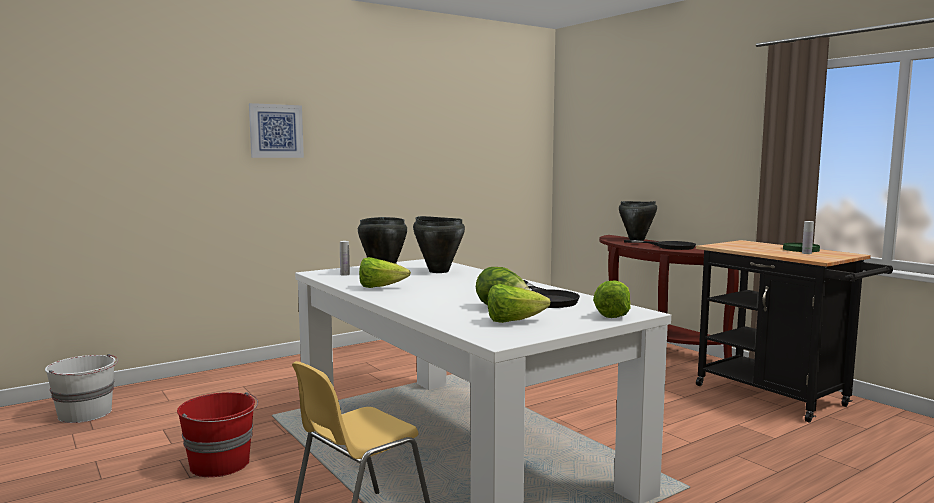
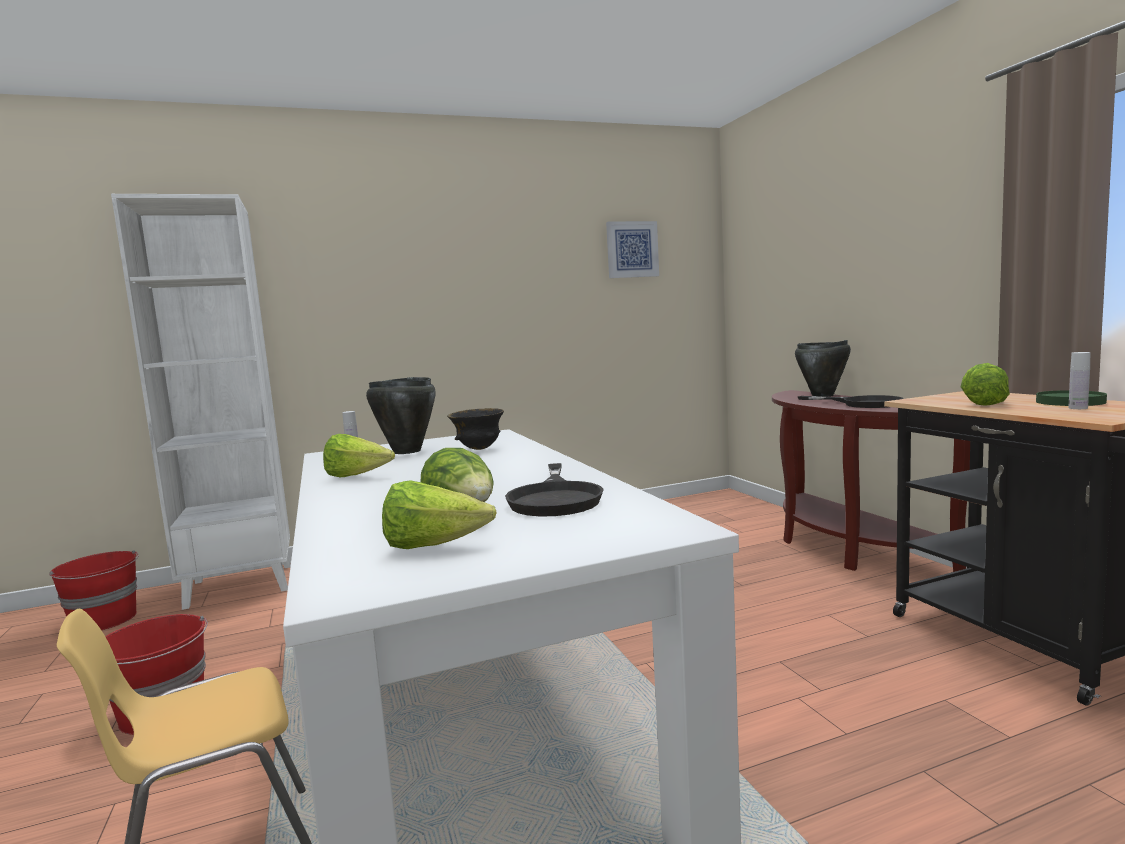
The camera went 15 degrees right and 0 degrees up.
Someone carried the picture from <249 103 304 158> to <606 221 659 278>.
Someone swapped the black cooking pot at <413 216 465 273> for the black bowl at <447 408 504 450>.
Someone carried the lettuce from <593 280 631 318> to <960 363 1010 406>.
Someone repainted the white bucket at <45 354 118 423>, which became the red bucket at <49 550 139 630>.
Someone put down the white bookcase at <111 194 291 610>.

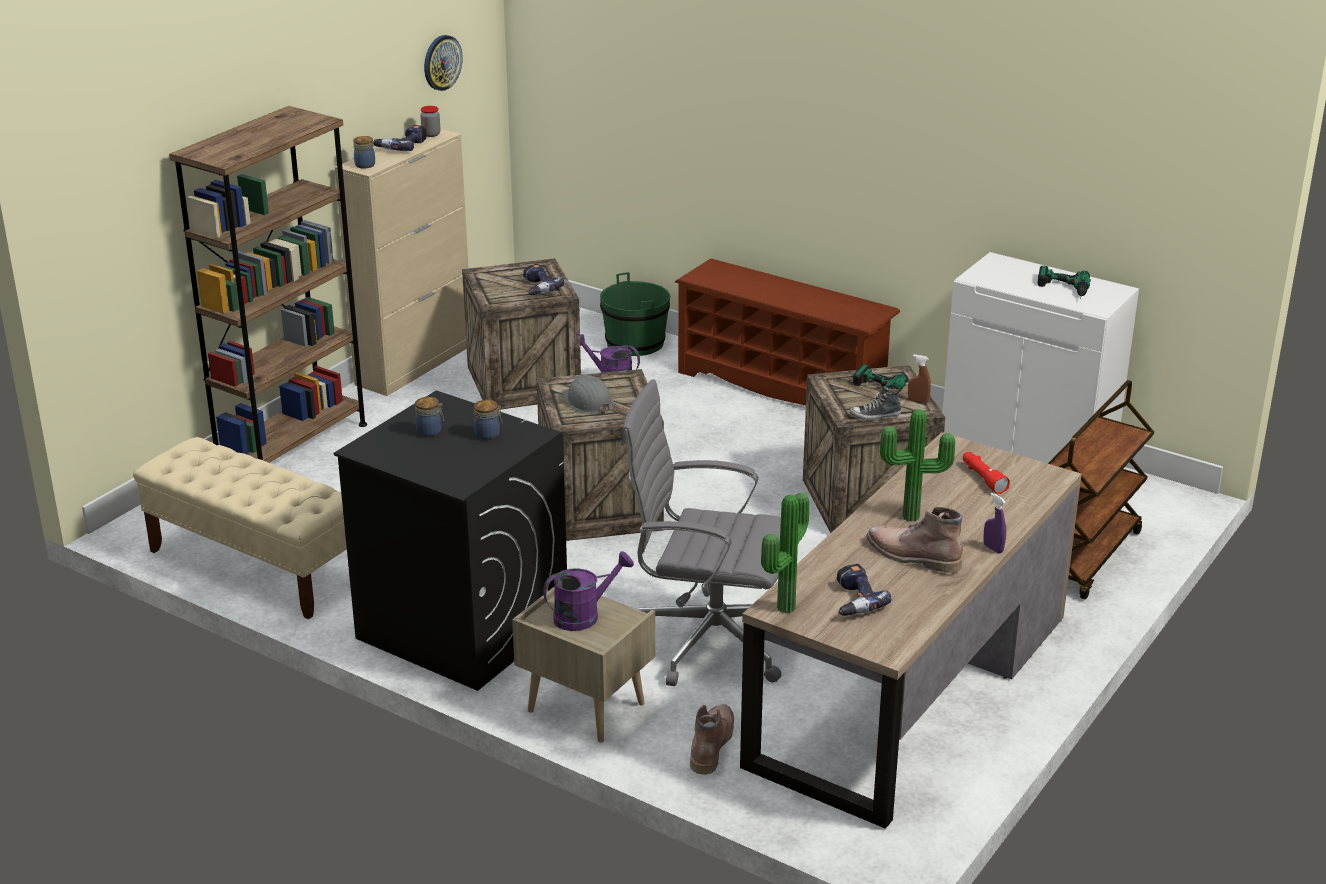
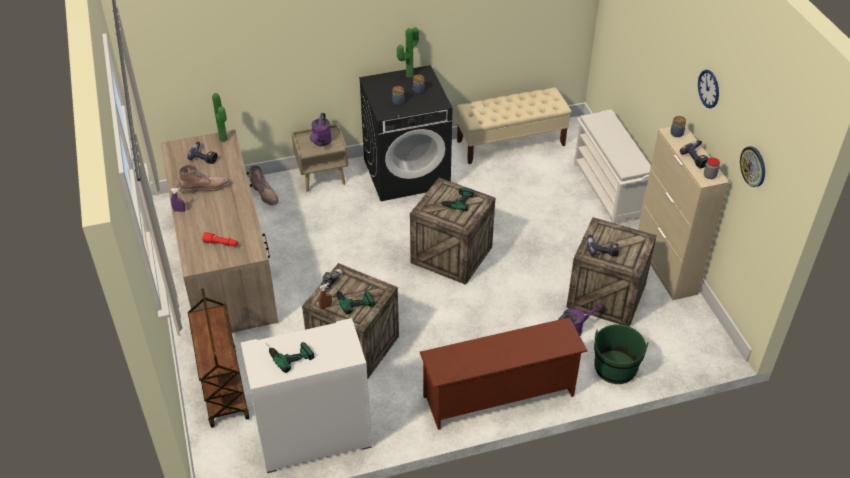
The camera went 130 degrees right and 15 degrees up.
Someone swapped the brown bookcase at <169 106 367 463> for the white shoe rack at <574 109 651 224>.
Someone swapped the grey hard hat at <562 375 613 414> for the power drill at <435 187 474 211>.
Someone took away the grey office chair at <621 379 782 686>.
Someone carried the potted plant from <880 409 955 522> to <397 27 419 77>.
Someone put up the wall clock at <698 70 719 108>.

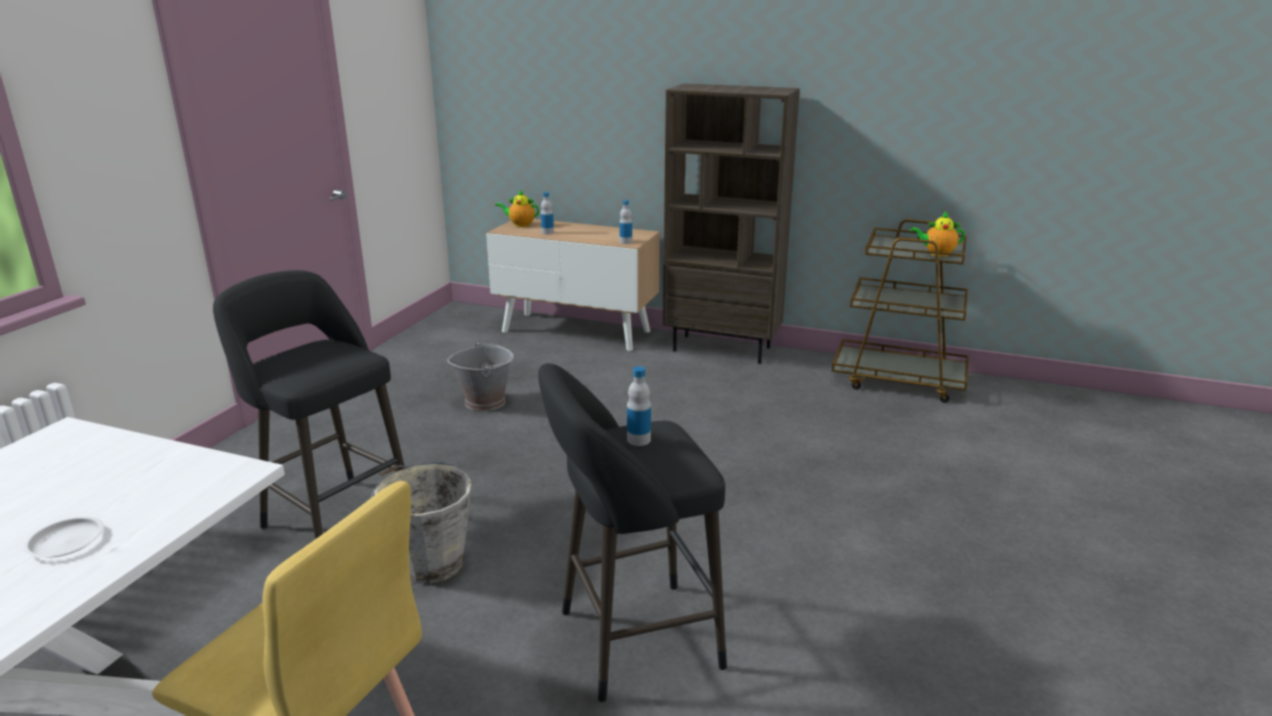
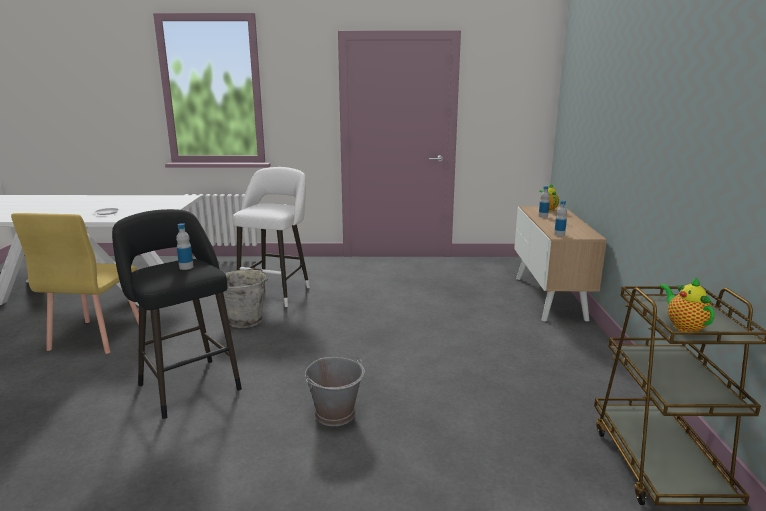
The camera went 70 degrees right and 5 degrees down.
Someone took away the brown bookcase at <663 83 800 364>.
Someone repainted the black stool at <213 270 405 539>, which became the white stool at <233 167 310 307>.
Someone carried the grey bucket from <447 340 514 412> to <305 357 365 426>.

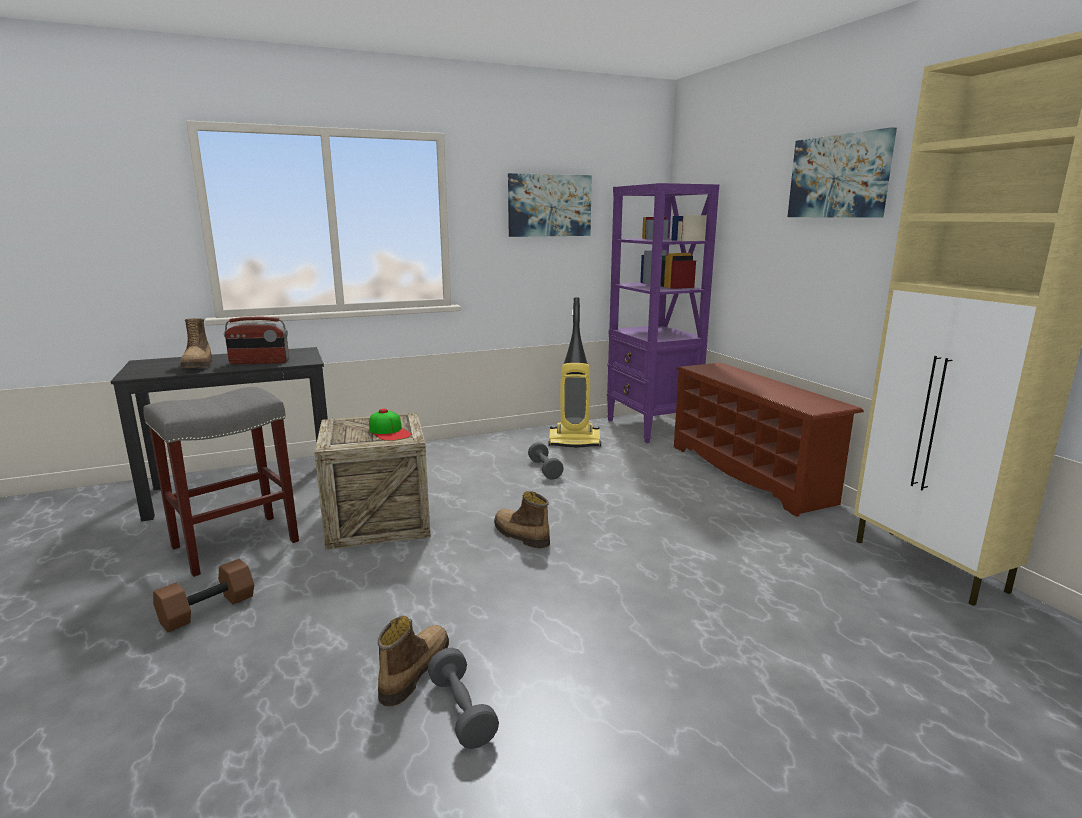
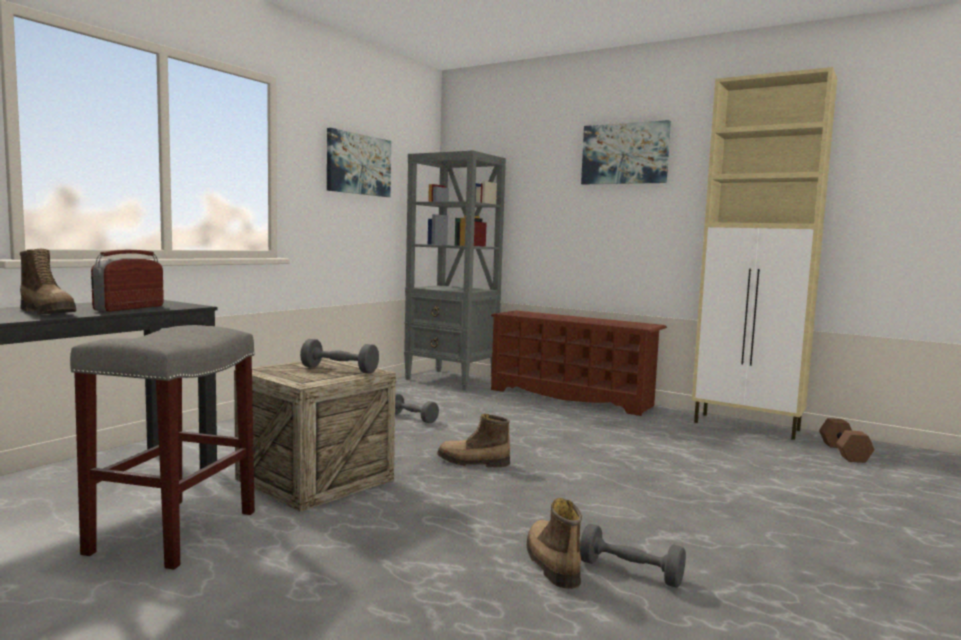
The camera went 35 degrees left and 10 degrees down.
Someone repainted the purple bookcase at <607 183 719 443>, which became the grey bookcase at <404 150 506 390>.
Someone took away the vacuum cleaner at <548 297 601 448>.
Someone rotated the radio at <224 317 289 364> by 150 degrees clockwise.
Someone swapped the cap at <369 409 411 441> for the grey dumbbell at <300 339 379 374>.
Someone carried the brown dumbbell from <153 559 254 632> to <819 418 874 463>.

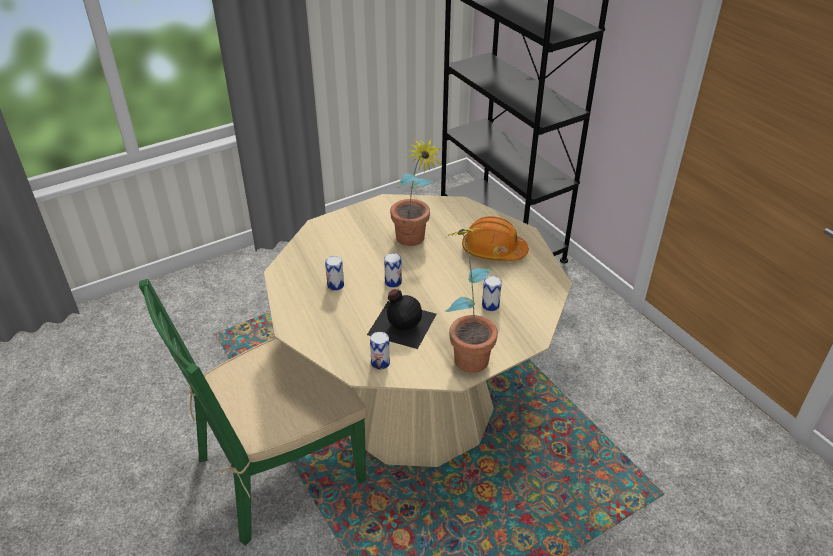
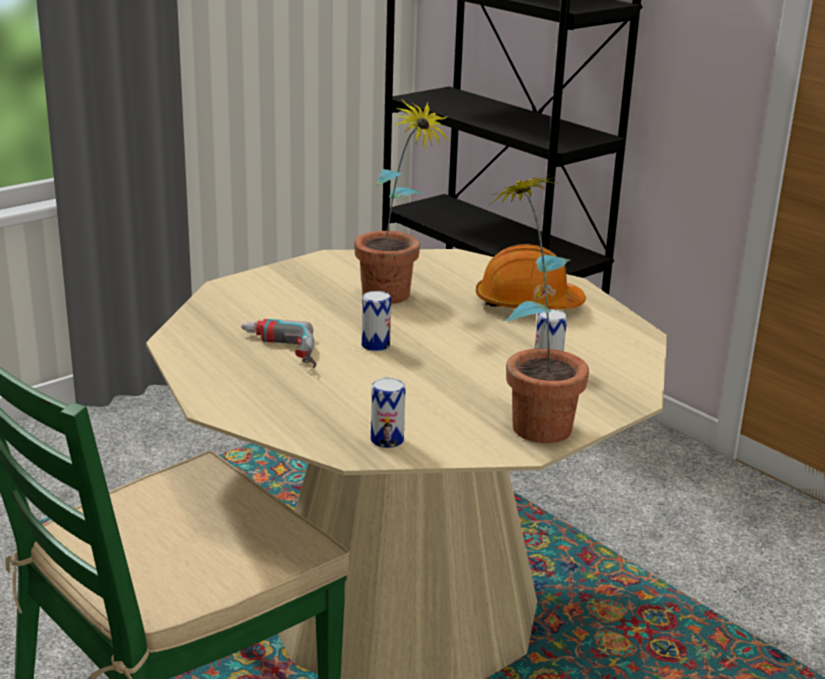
The camera went 10 degrees left and 15 degrees down.
Someone swapped the can at <325 256 344 291> for the power drill at <241 319 316 368>.
Someone took away the black bottle at <367 289 437 349>.

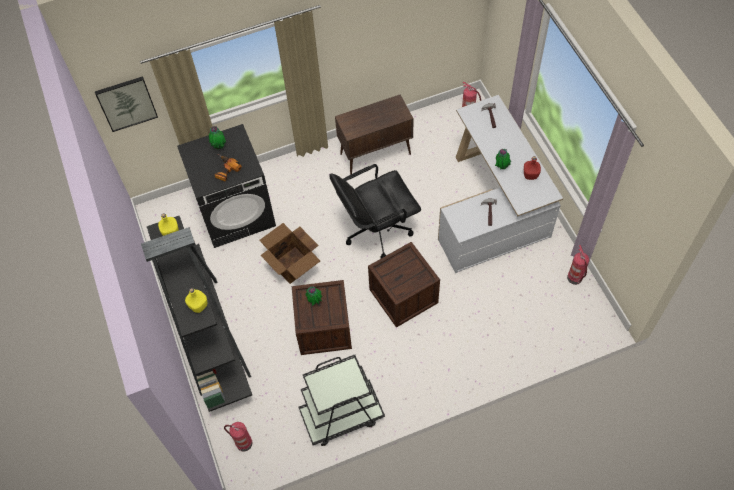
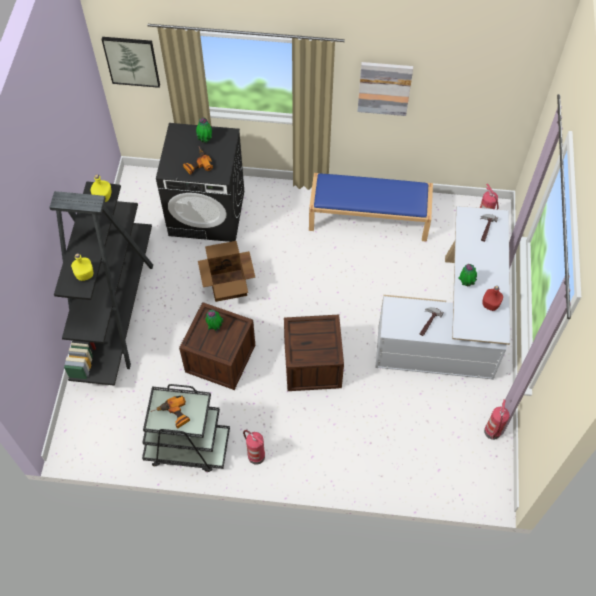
The camera went 25 degrees right and 0 degrees up.
Someone swapped the brown cabinet at <335 95 414 175> for the blue bench at <309 173 433 242>.
Someone took away the black office chair at <329 164 421 258>.
Someone carried the fire extinguisher from <224 422 252 451> to <243 430 265 465>.
Someone put up the picture at <357 62 413 116>.
Someone put down the power drill at <151 395 190 428>.

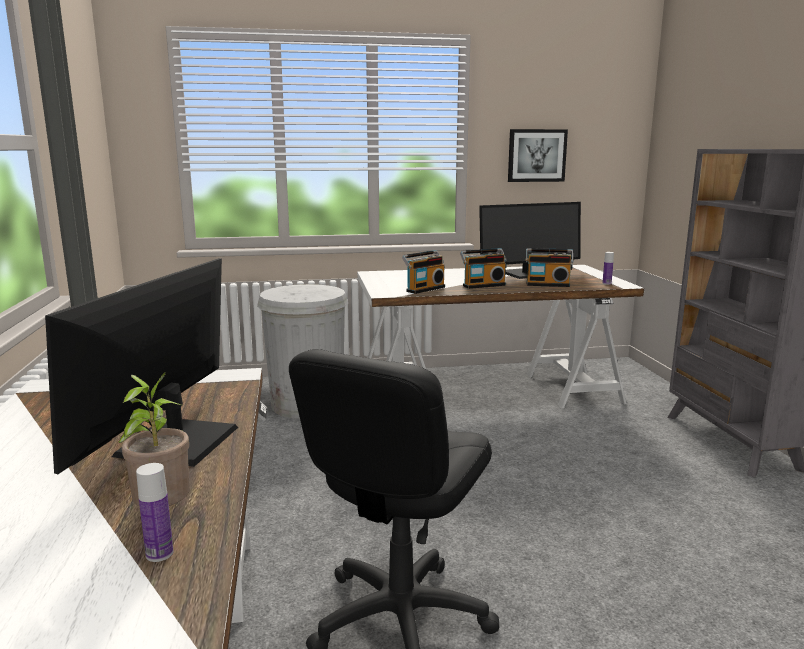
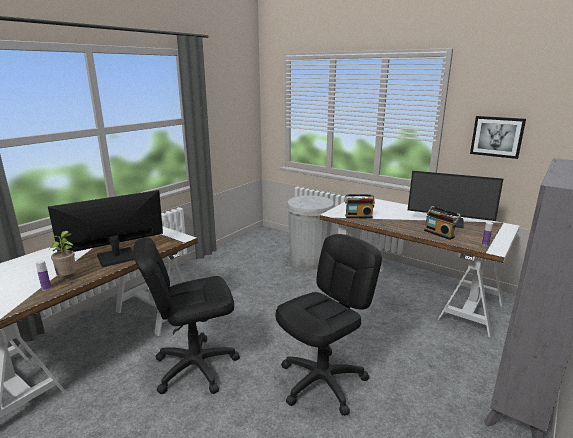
The camera went 45 degrees right and 5 degrees up.
Someone took away the radio at <460 248 507 289>.
Someone put down the black office chair at <275 234 382 416>.

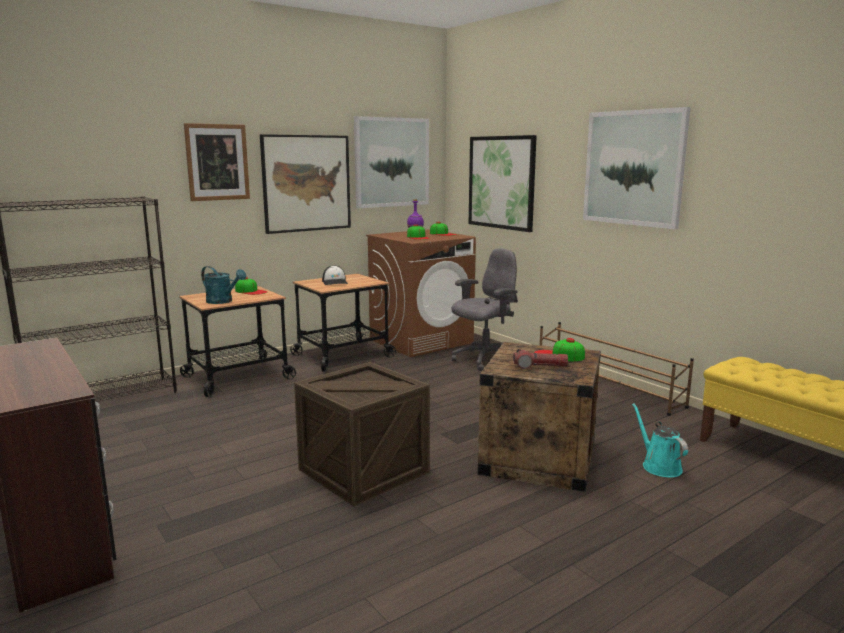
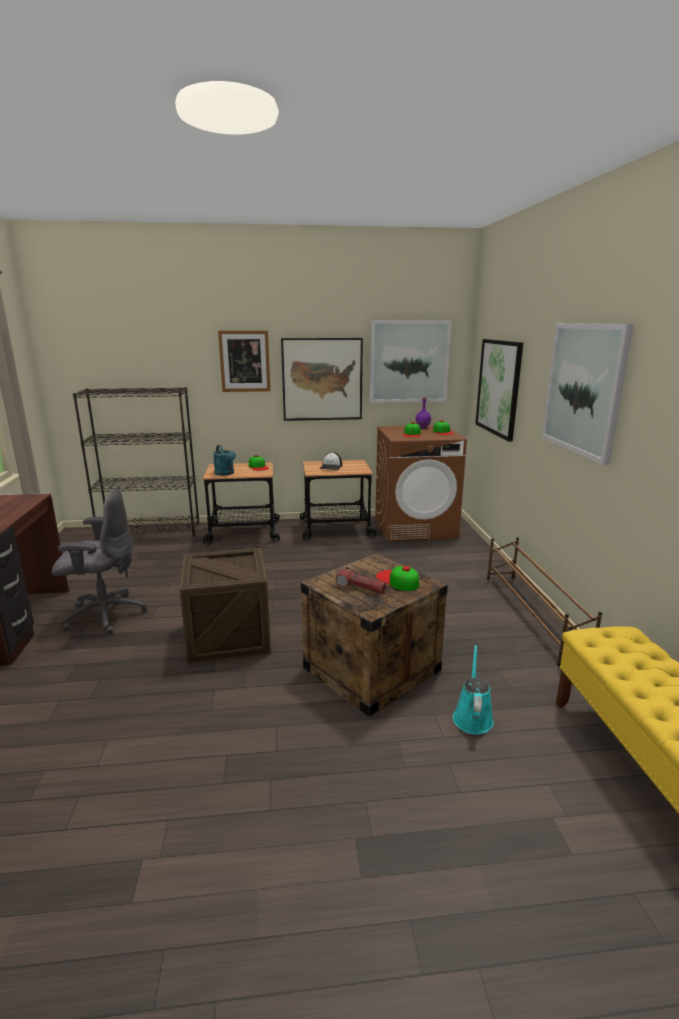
The camera went 30 degrees right and 5 degrees up.
Someone carried the grey office chair from <452 248 518 371> to <52 488 148 635>.

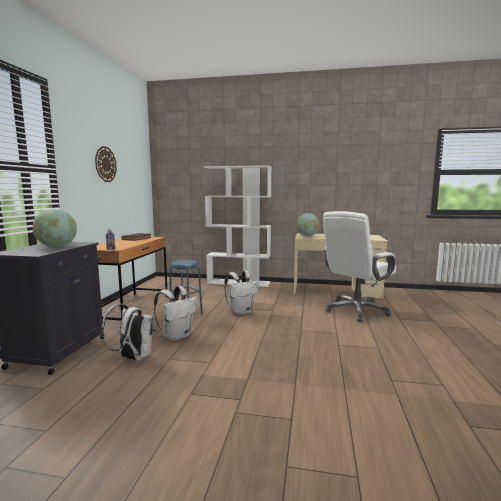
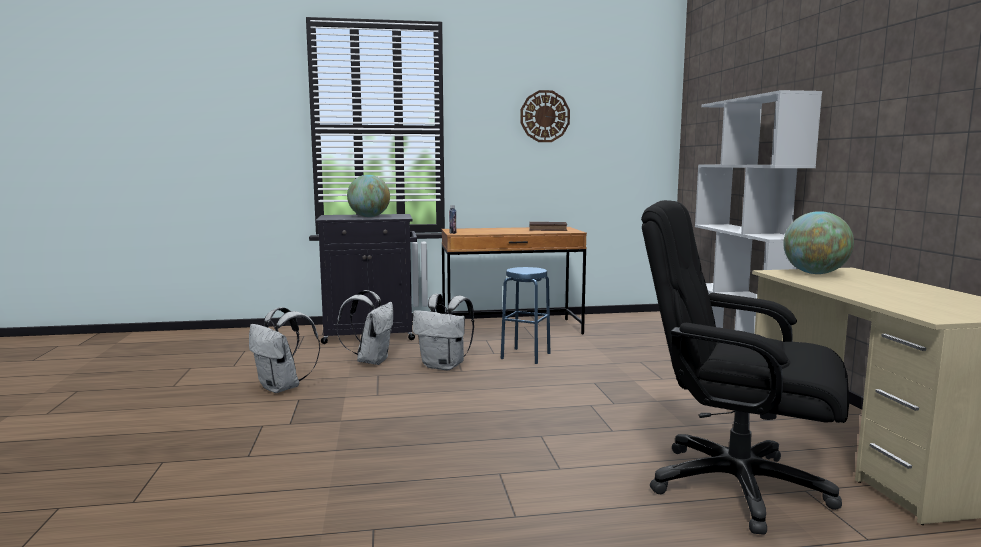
The camera went 70 degrees right and 0 degrees up.
Someone repainted the white office chair at <323 211 396 322>, which became the black office chair at <641 200 849 535>.
Someone carried the white backpack from <224 271 259 315> to <249 307 320 393>.

